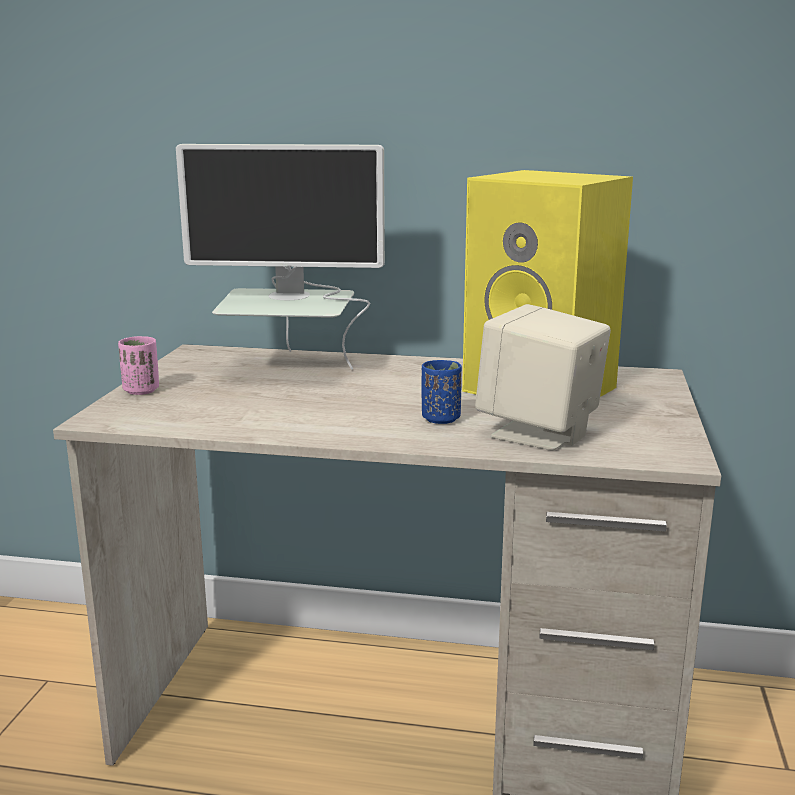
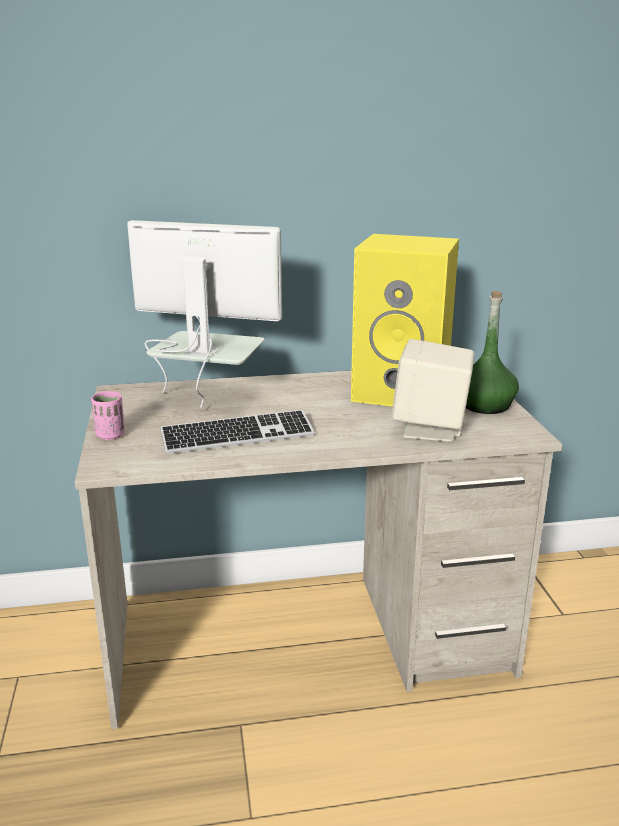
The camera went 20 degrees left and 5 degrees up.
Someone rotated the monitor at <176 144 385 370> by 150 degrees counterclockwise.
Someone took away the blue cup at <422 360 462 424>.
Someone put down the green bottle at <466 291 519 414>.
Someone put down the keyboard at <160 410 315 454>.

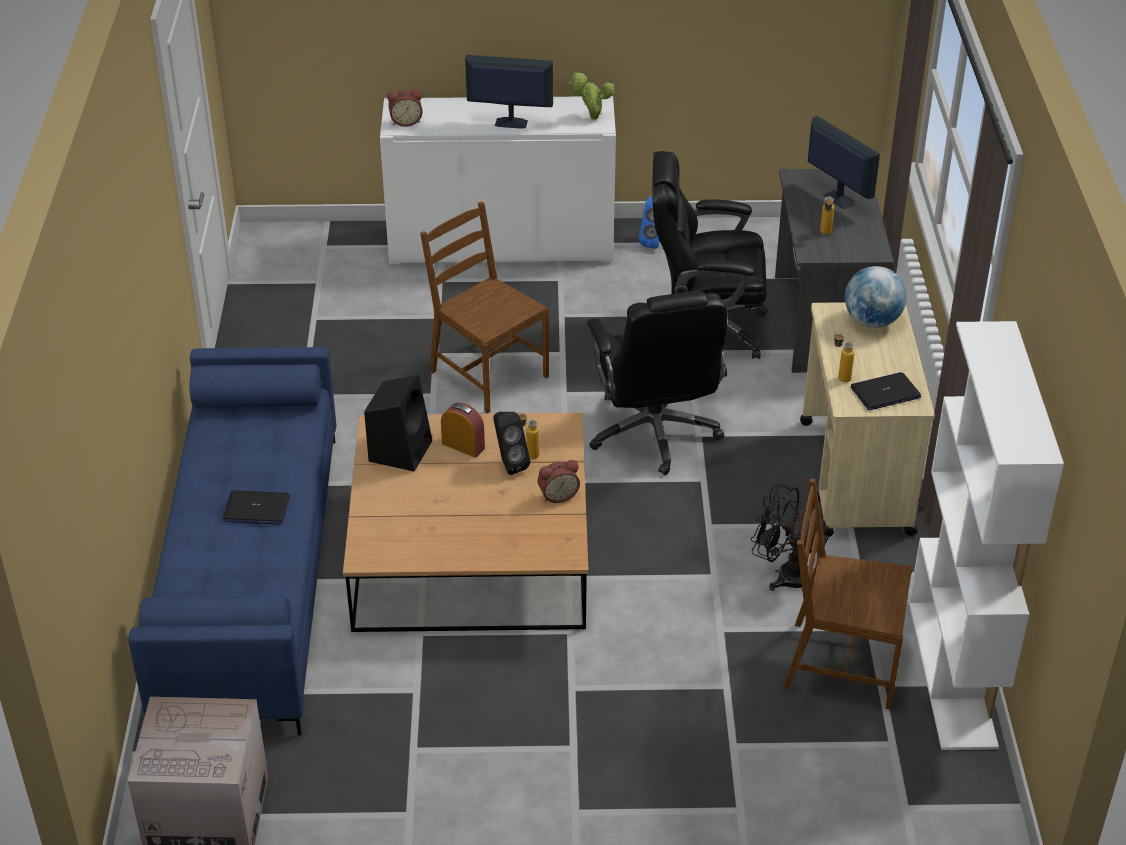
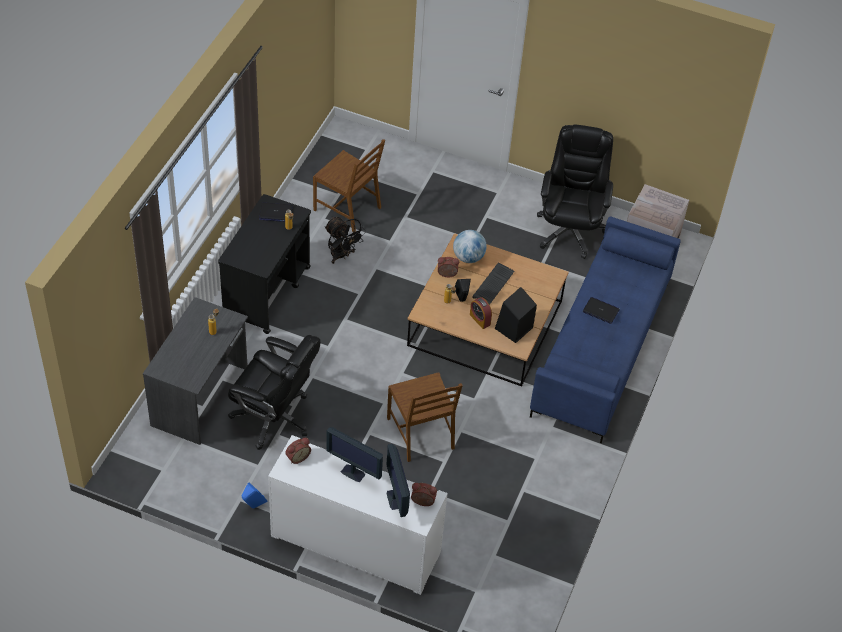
The camera went 160 degrees left and 10 degrees up.
Someone swapped the potted plant at <569 72 614 120> for the alarm clock at <285 438 311 464>.
Someone carried the monitor from <808 116 880 209> to <387 444 410 517>.
Someone carried the globe from <845 266 907 328> to <453 230 487 263>.
Someone carried the black office chair from <587 291 727 475> to <537 125 613 259>.
Someone repainted the beige cart at <800 302 935 537>, which became the black cart at <218 194 311 334>.
Someone took away the white bookcase at <909 321 1064 750>.
Someone put down the keyboard at <472 262 515 305>.

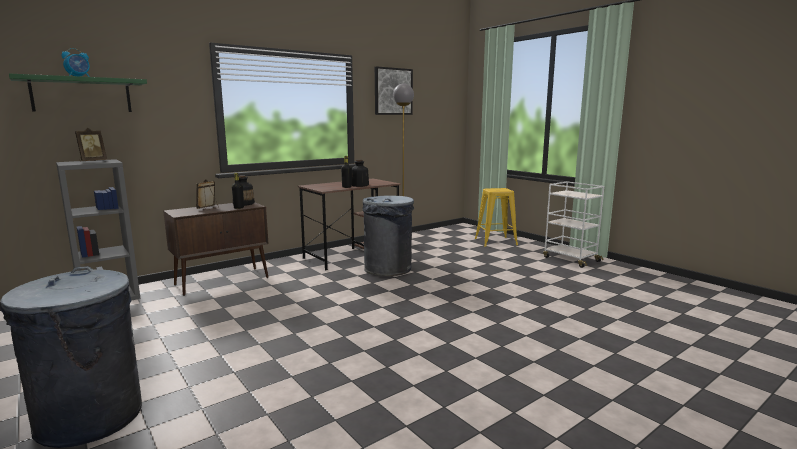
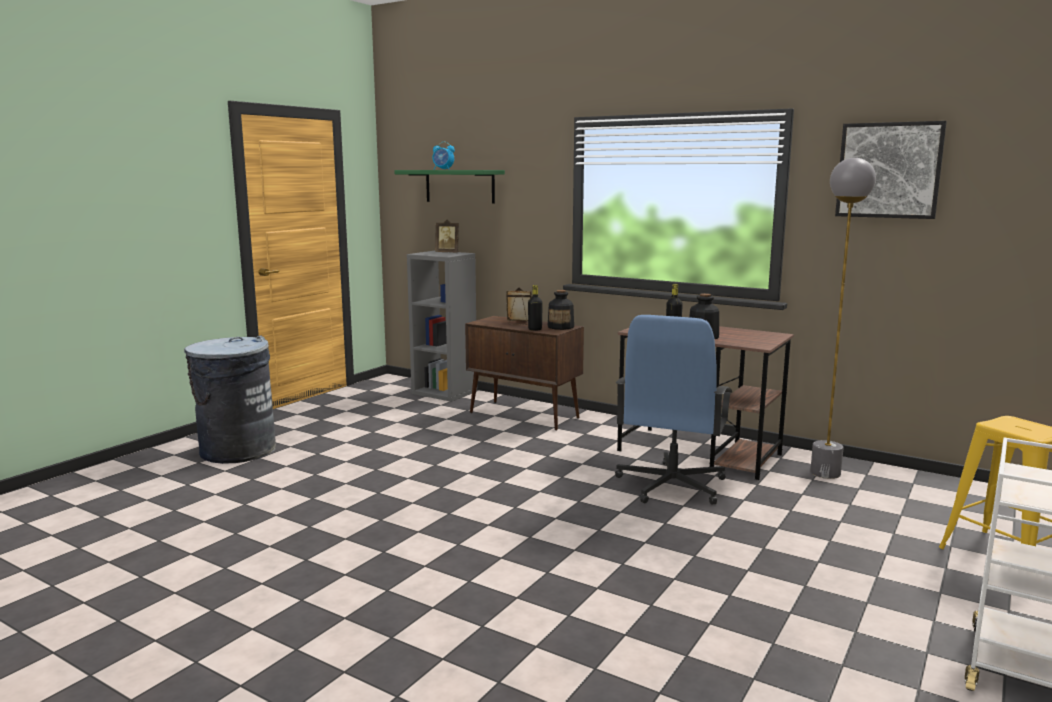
The camera went 70 degrees right and 0 degrees up.
Someone swapped the grey trash can at <363 195 414 276> for the blue office chair at <615 315 732 505>.

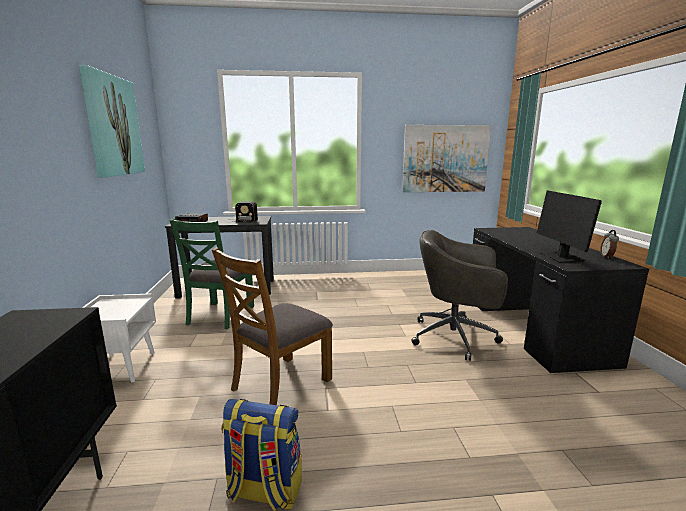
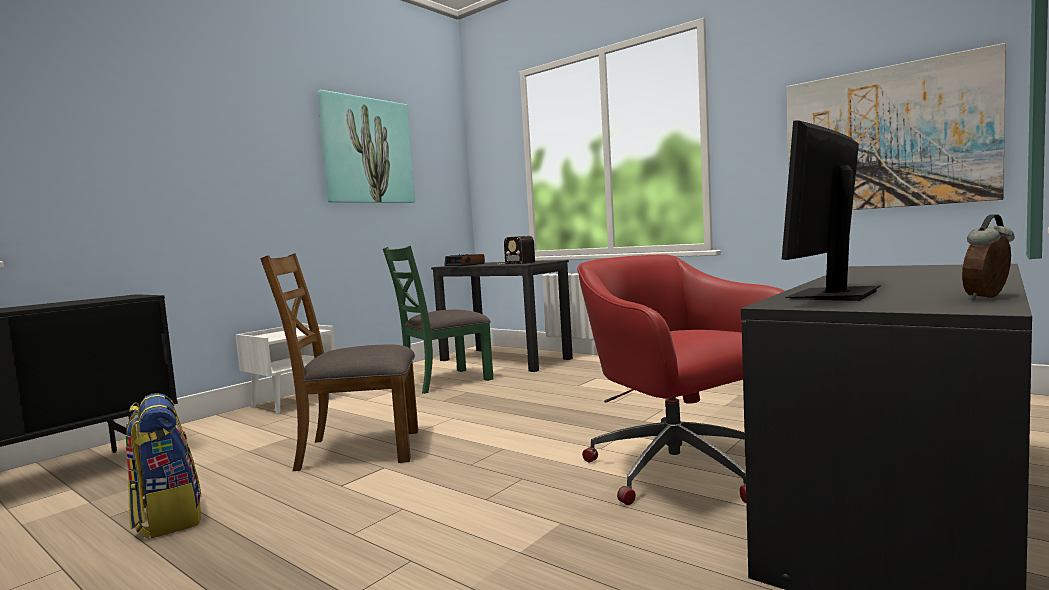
The camera went 45 degrees right and 10 degrees down.
Someone repainted the grey office chair at <411 230 508 361>, which became the red office chair at <577 255 785 505>.

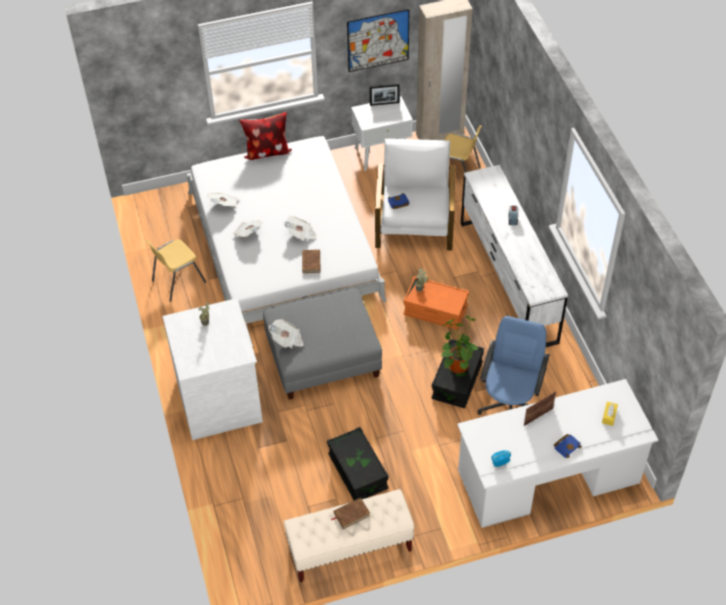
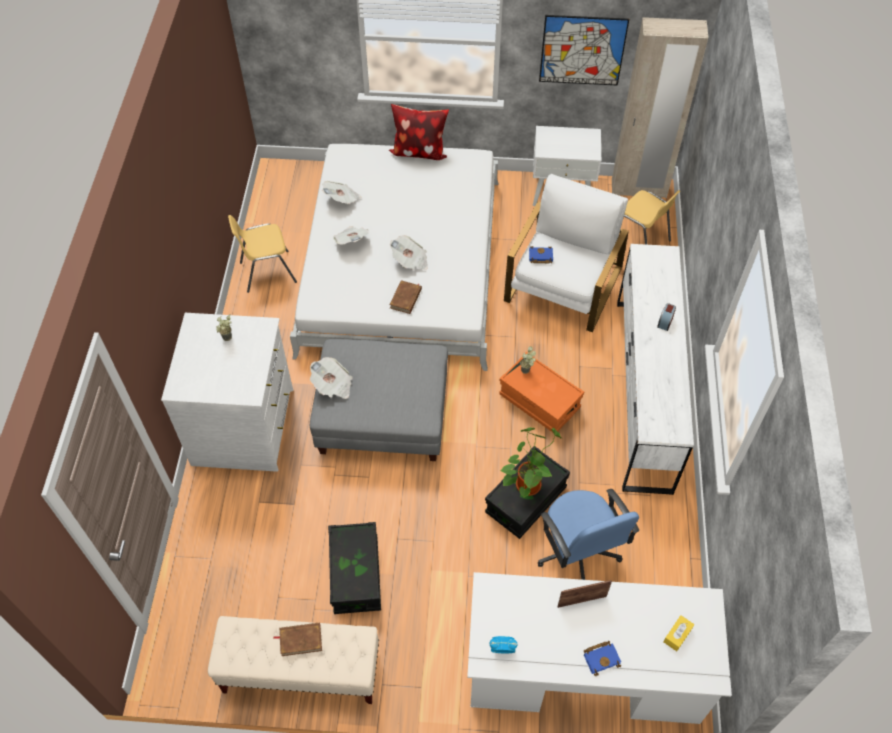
The camera went 20 degrees right and 5 degrees up.
Someone took away the picture frame at <370 84 400 106>.
Someone rotated the blue office chair at <478 316 550 415> by 120 degrees clockwise.

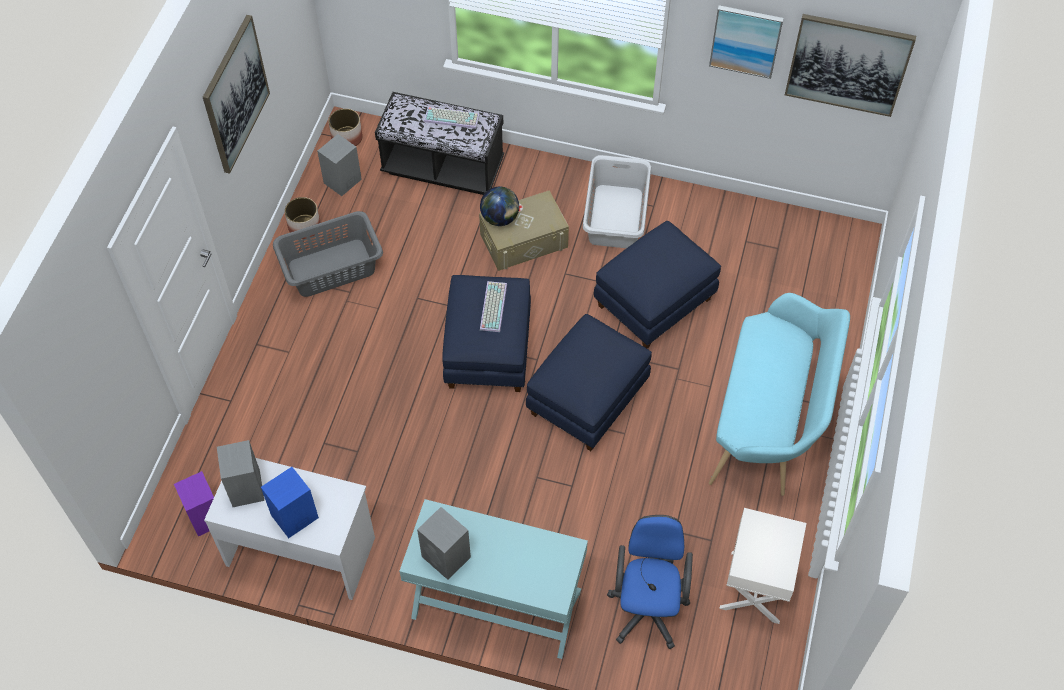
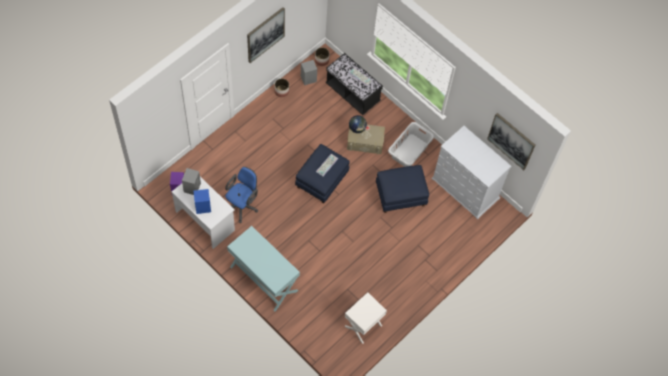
The camera went 25 degrees right and 5 degrees up.
Someone took away the picture at <709 5 784 79>.
Someone took away the grey laundry basket at <273 211 383 297>.
Someone took away the turquoise bench at <709 293 850 496>.
Someone took away the blue ottoman at <526 314 652 451>.
Someone took away the grey speaker at <417 507 471 580>.
Someone carried the blue office chair from <607 515 693 649> to <225 167 258 223>.
Someone put down the white dresser at <431 126 511 219>.

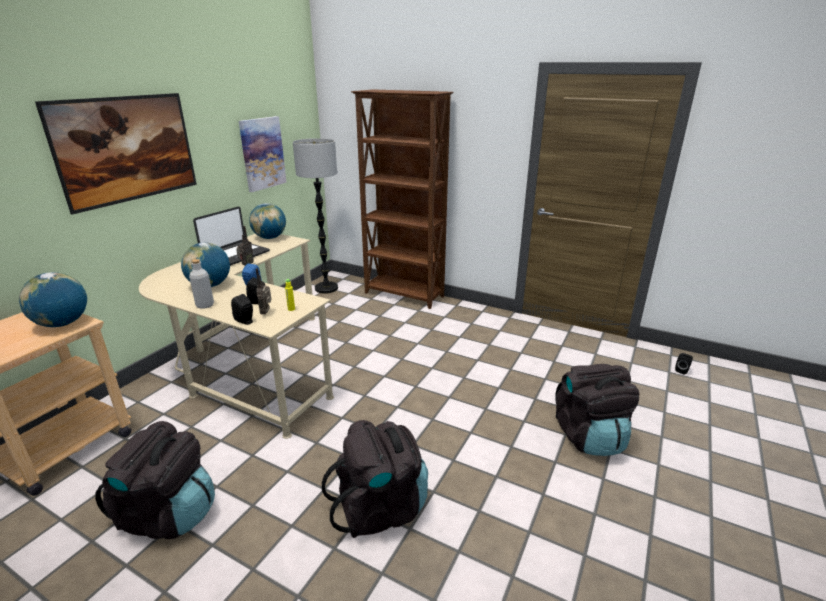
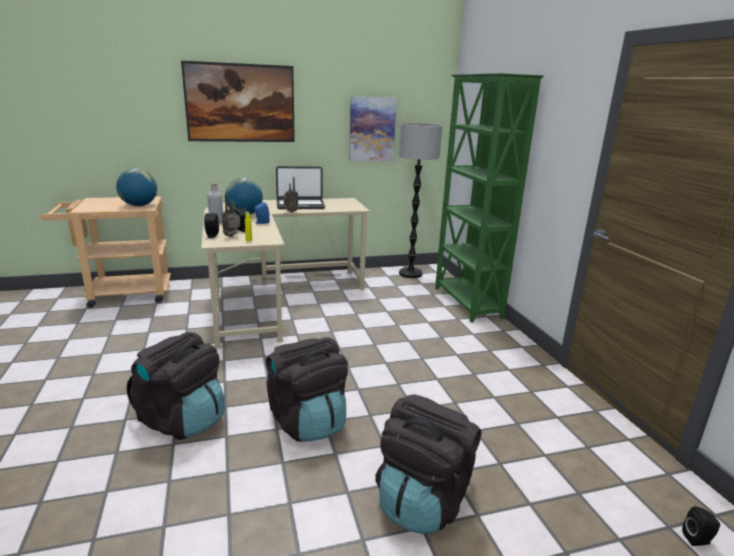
The camera went 45 degrees right and 5 degrees down.
Someone repainted the brown bookcase at <351 89 454 309>, which became the green bookcase at <435 73 544 323>.
Someone took away the globe at <249 203 286 239>.
Someone carried the black backpack from <95 421 215 539> to <266 337 348 442>.

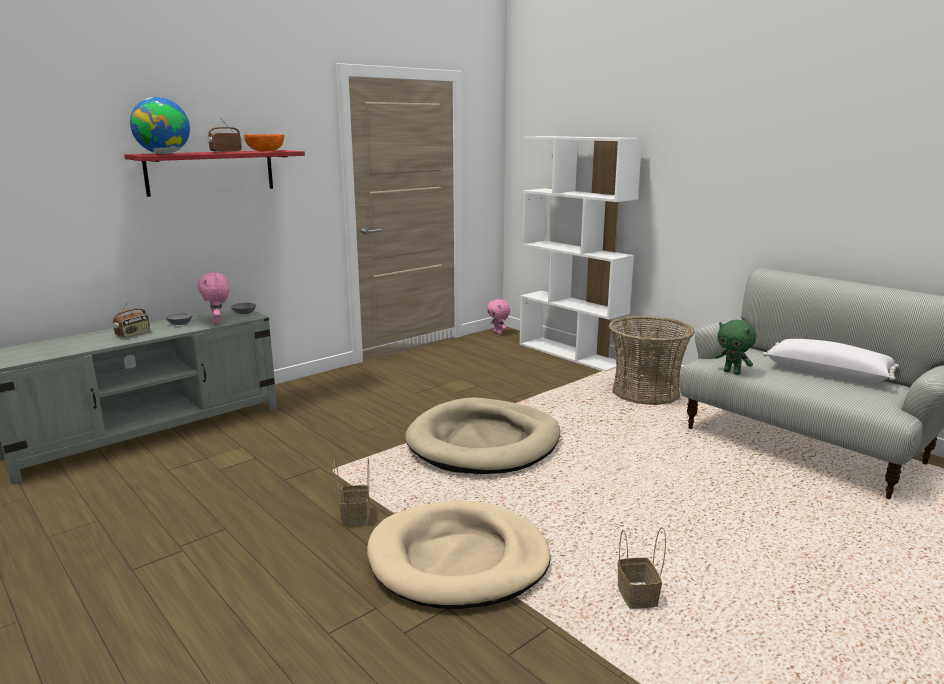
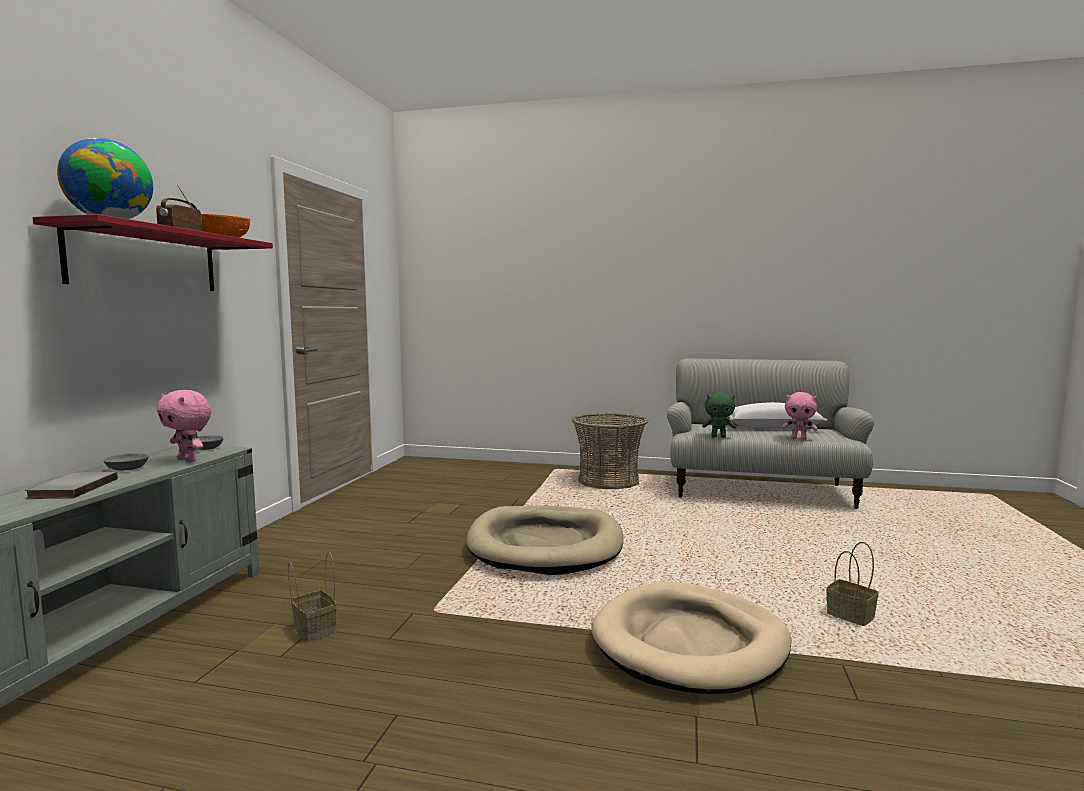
The camera went 35 degrees left and 10 degrees down.
Someone took away the white bookcase at <520 136 643 371>.
Someone swapped the radio at <113 299 150 338> for the grey book at <25 472 118 499>.
Someone carried the pink plush toy from <487 299 510 334> to <782 392 818 440>.
Someone carried the basket from <334 457 369 526> to <288 552 337 642>.

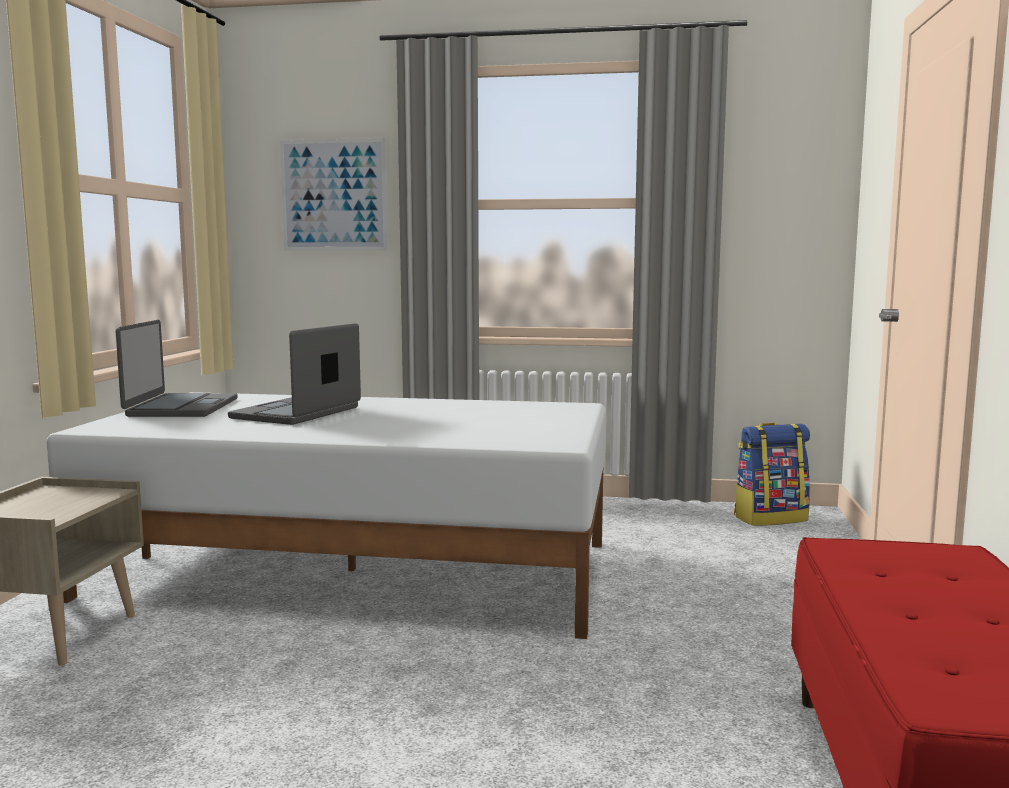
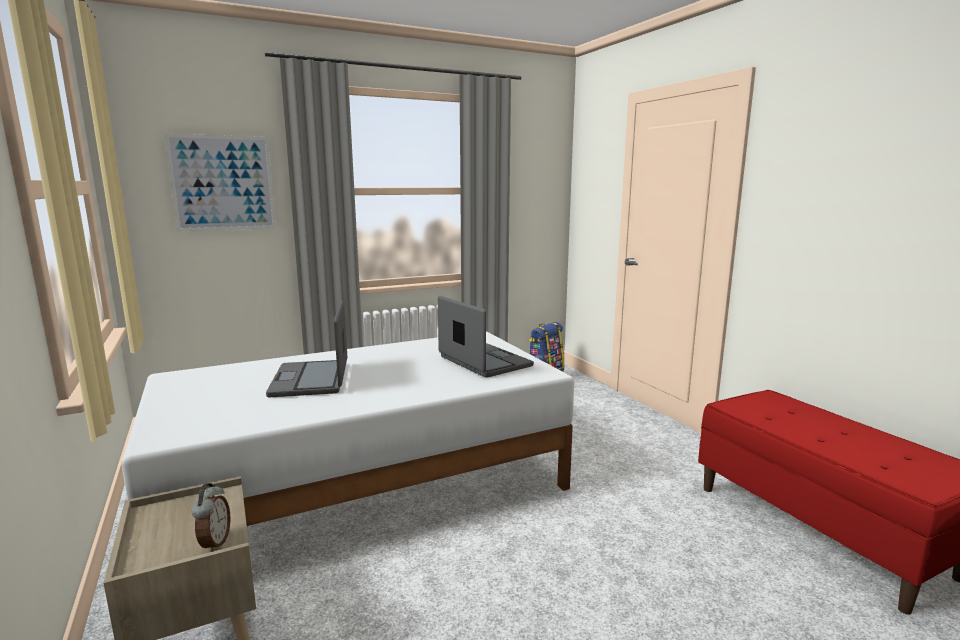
The camera went 35 degrees left and 5 degrees up.
Someone carried the laptop from <115 320 238 417> to <438 296 534 378>.
Someone put down the alarm clock at <191 483 230 552>.

